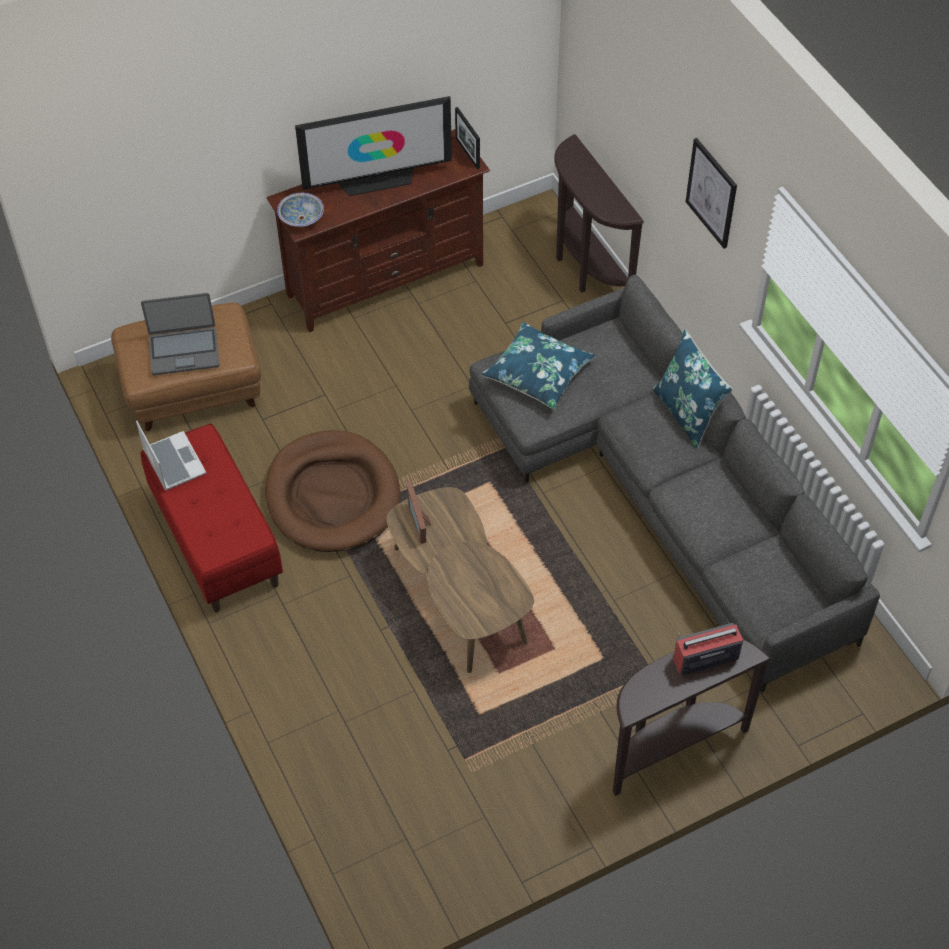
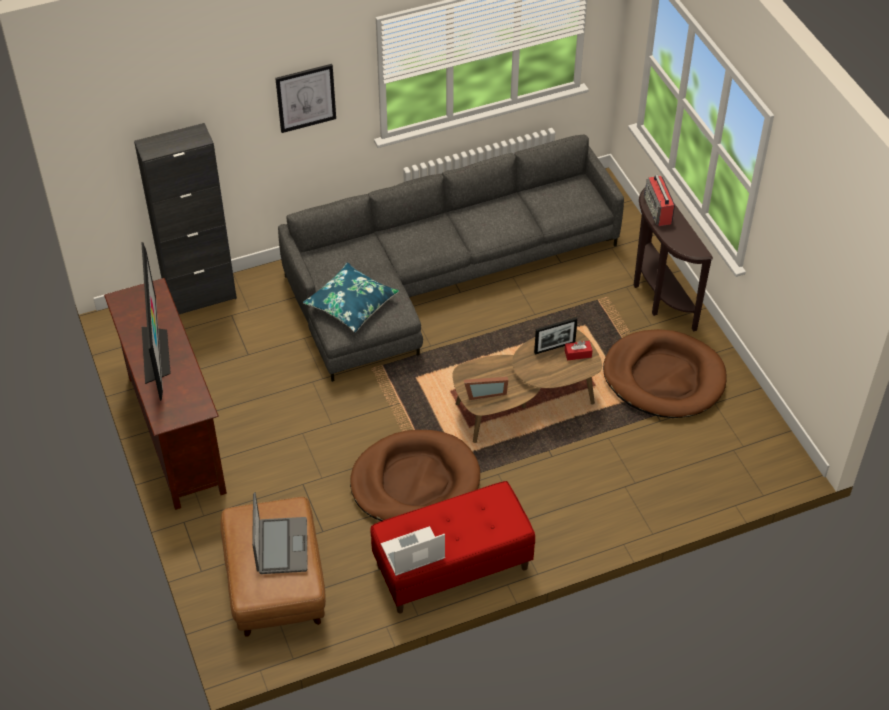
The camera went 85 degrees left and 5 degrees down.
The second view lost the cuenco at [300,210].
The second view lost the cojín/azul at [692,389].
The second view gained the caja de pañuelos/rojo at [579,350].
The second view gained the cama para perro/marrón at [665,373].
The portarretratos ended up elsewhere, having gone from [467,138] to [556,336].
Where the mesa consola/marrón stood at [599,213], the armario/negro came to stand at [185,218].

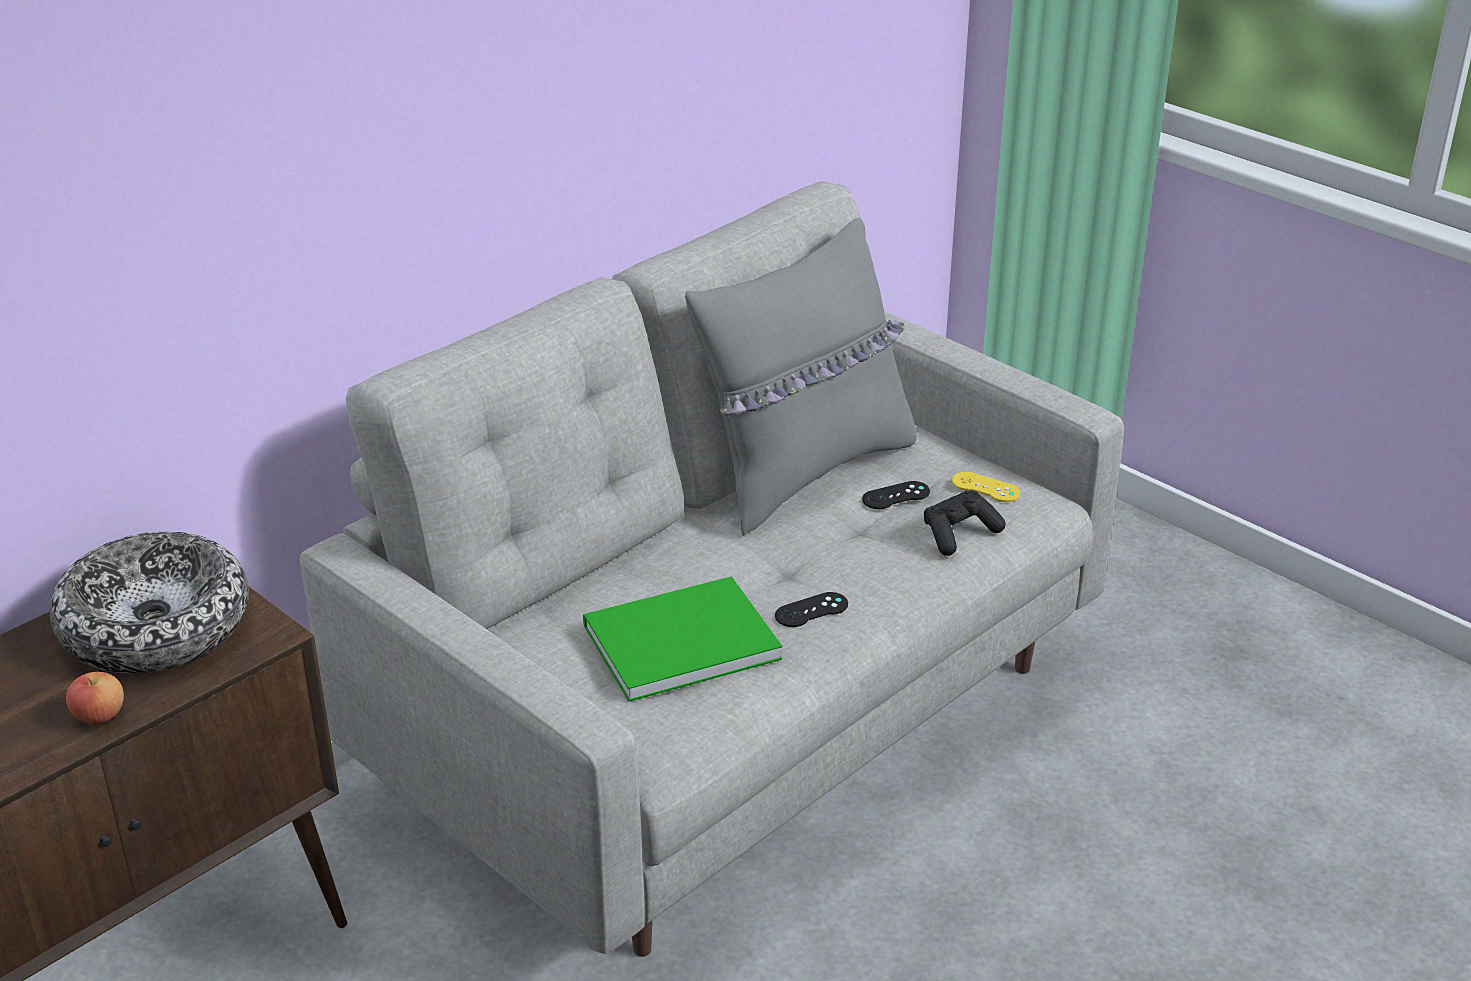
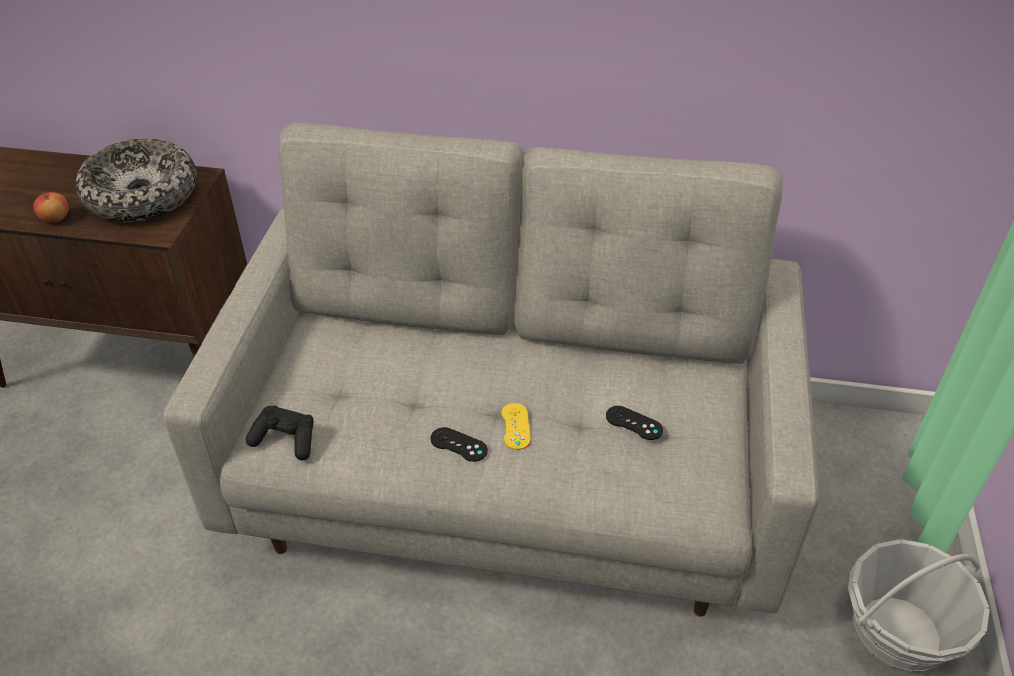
The camera went 55 degrees right and 10 degrees up.
The second view lost the libro/verde at [682,639].
The second view lost the cojín/gris at [801,376].
The second view gained the cesta at [919,605].
The mando de consola/negro ended up elsewhere, having gone from [965,523] to [280,433].
The mando de consola/amarillo ended up elsewhere, having gone from [986,487] to [516,426].

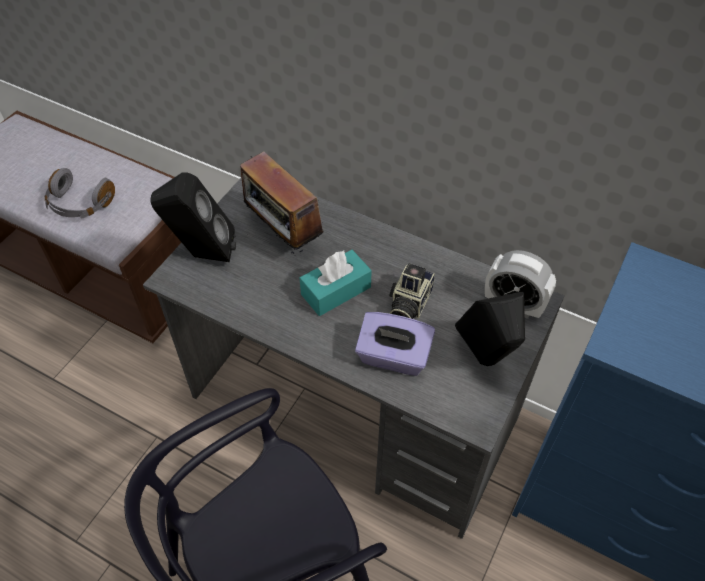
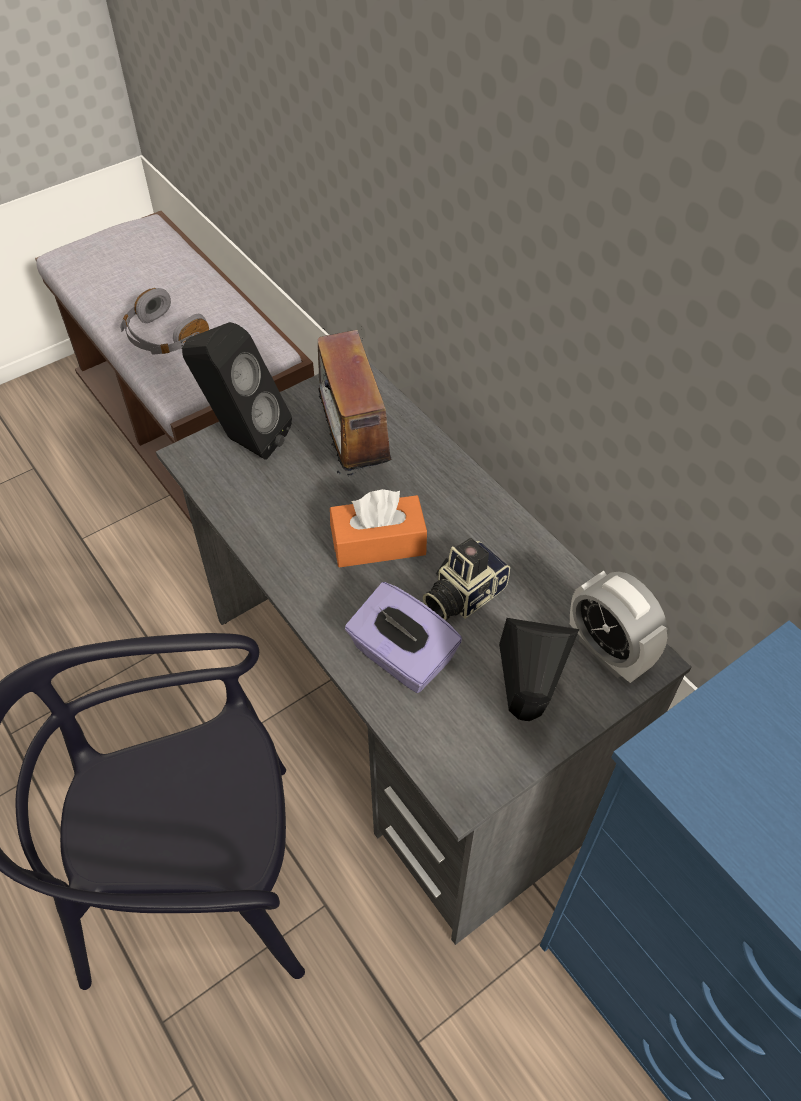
The camera went 25 degrees right and 0 degrees up.
What was the caja de pañuelos/turquesa at [336,283] turned into the caja de pañuelos/naranja at [378,528].

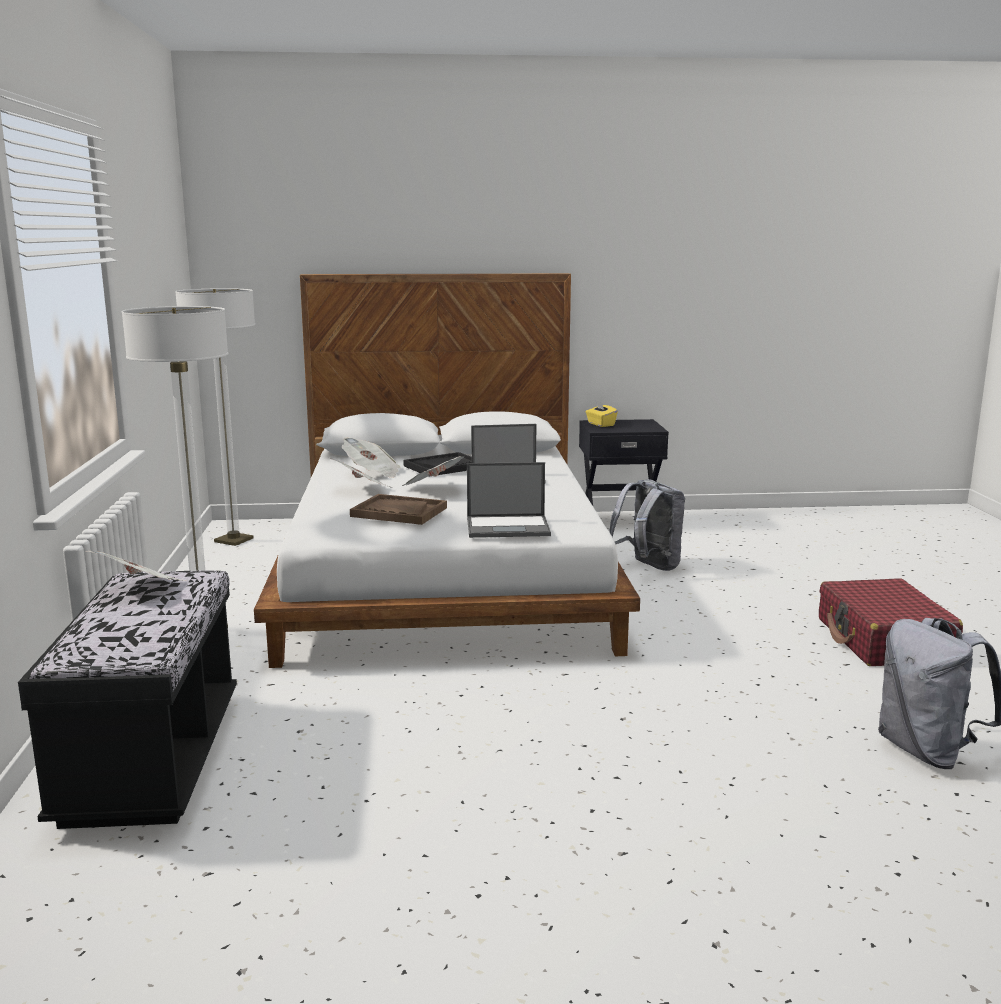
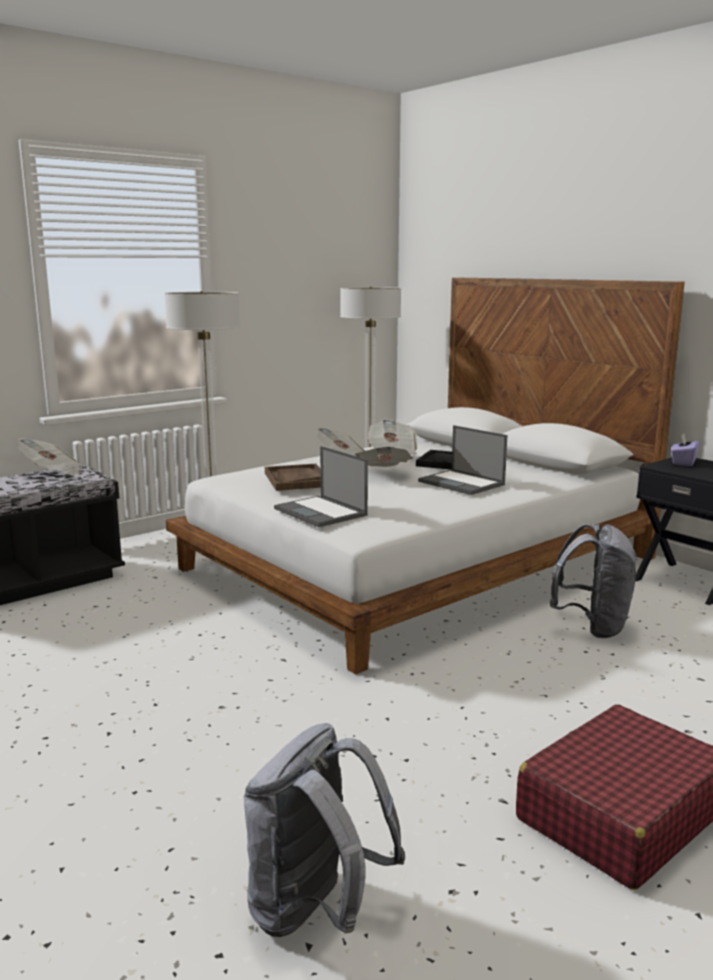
The camera went 55 degrees right and 0 degrees up.
What was the caja de pañuelos/amarillo at [602,414] turned into the caja de pañuelos/morado at [685,450].

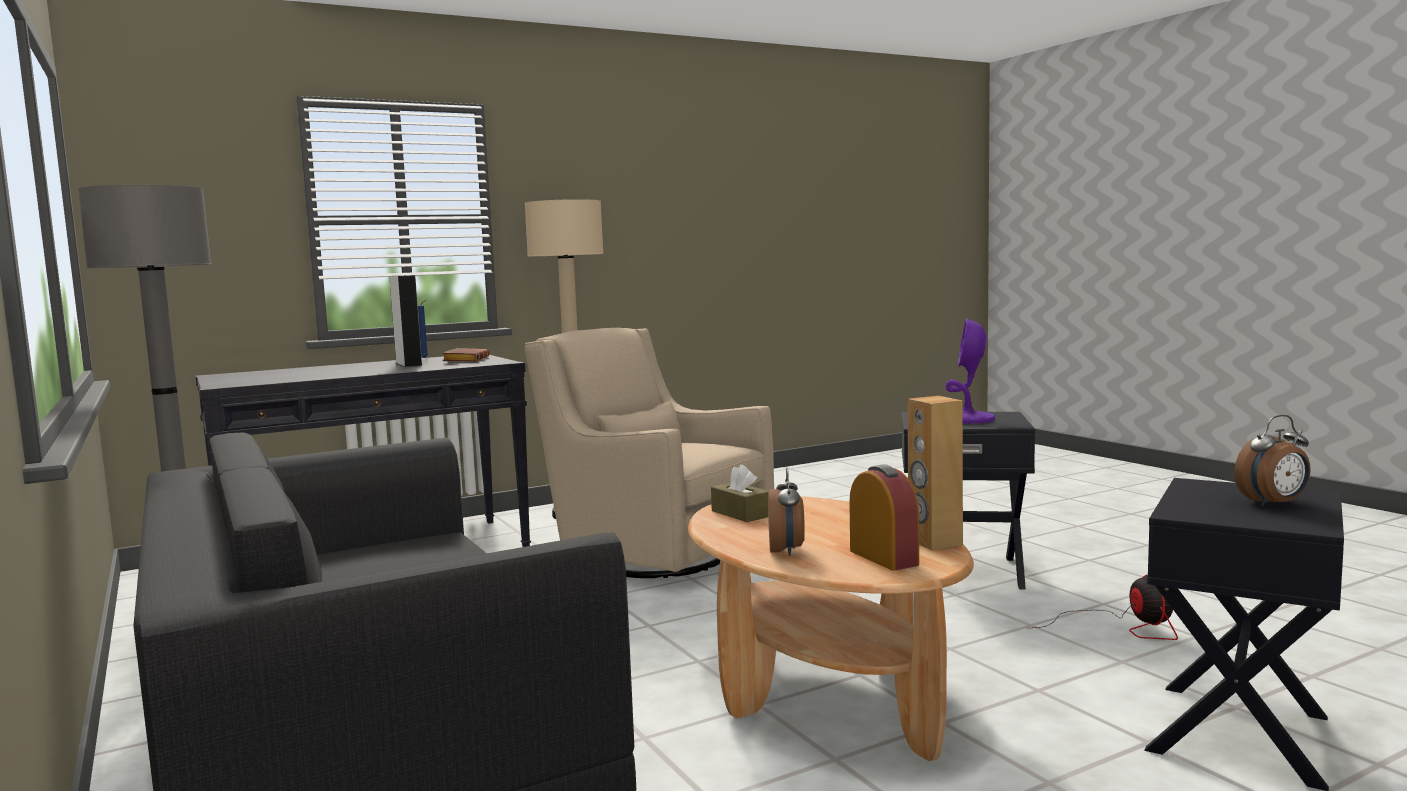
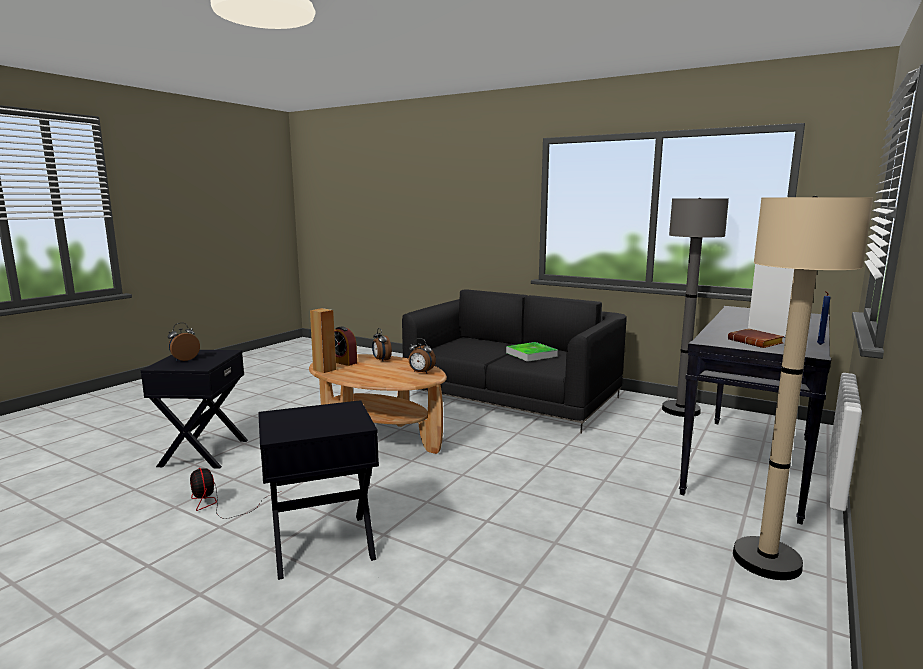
The camera went 150 degrees right and 5 degrees up.
The second view lost the sillón/beis at [649,453].
The second view lost the lámpara de mesa/morado at [970,371].
The second view gained the bandeja at [532,352].
Where the caja de pañuelos/marrón stood at [739,493], the despertador came to stand at [422,355].

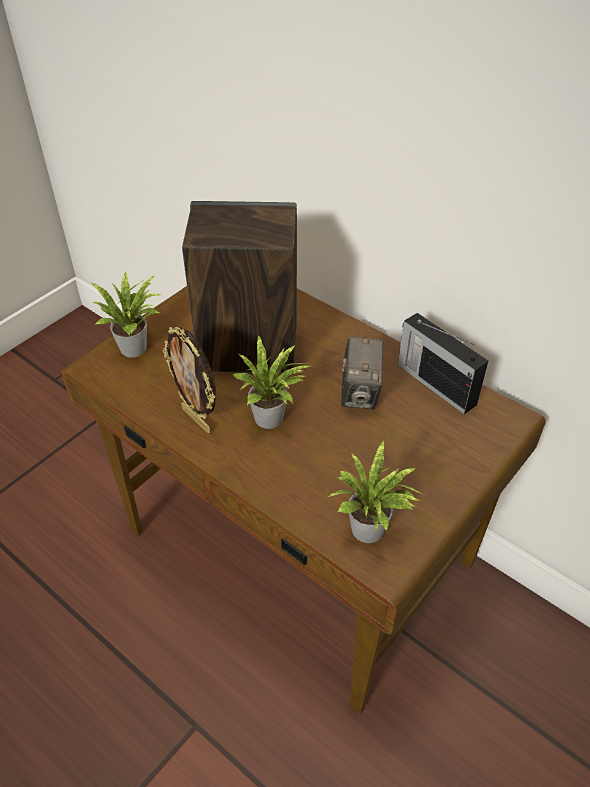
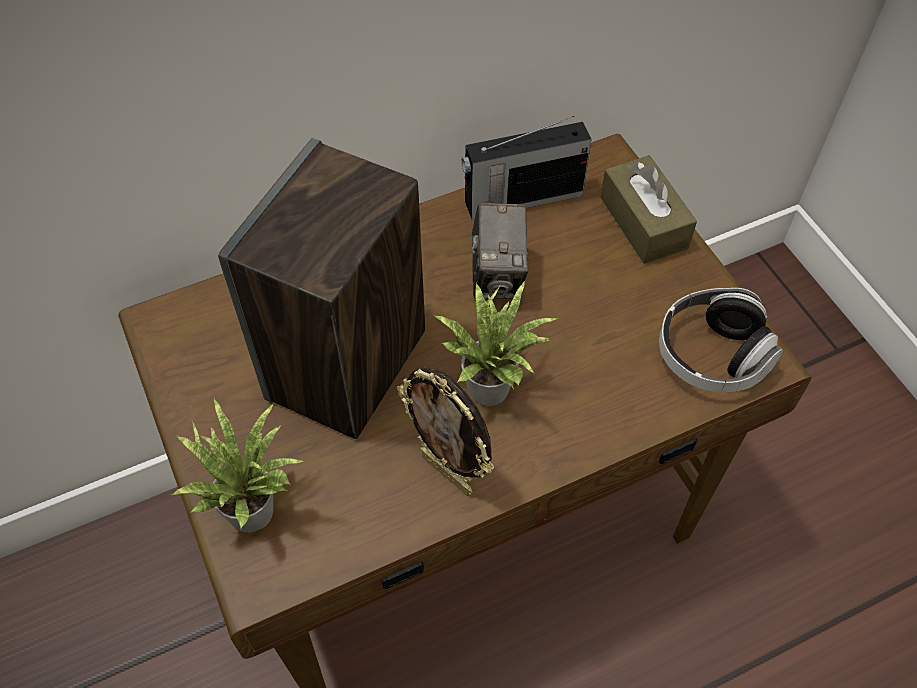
The camera went 65 degrees left and 10 degrees up.
The second view gained the caja de pañuelos/marrón at [648,209].
Where the planta en maceta stood at [376,492], the auriculares came to stand at [721,340].
The portarretratos at [189,380] ended up facing another way, 60 degrees clockwise from before.
The cámara at [362,372] ended up facing another way, 60 degrees clockwise from before.

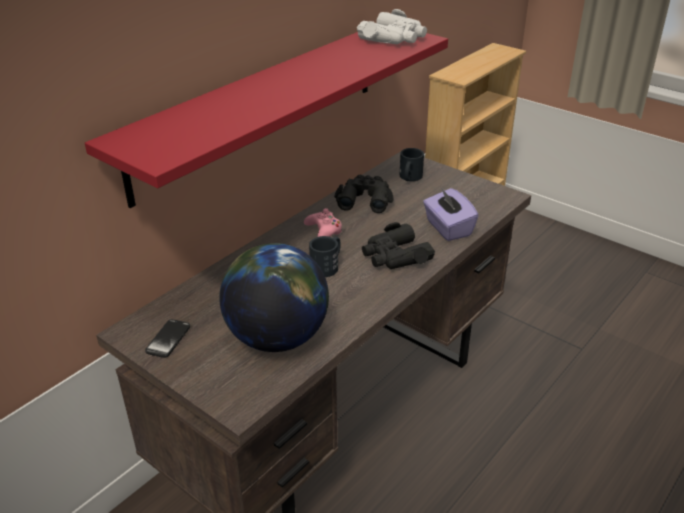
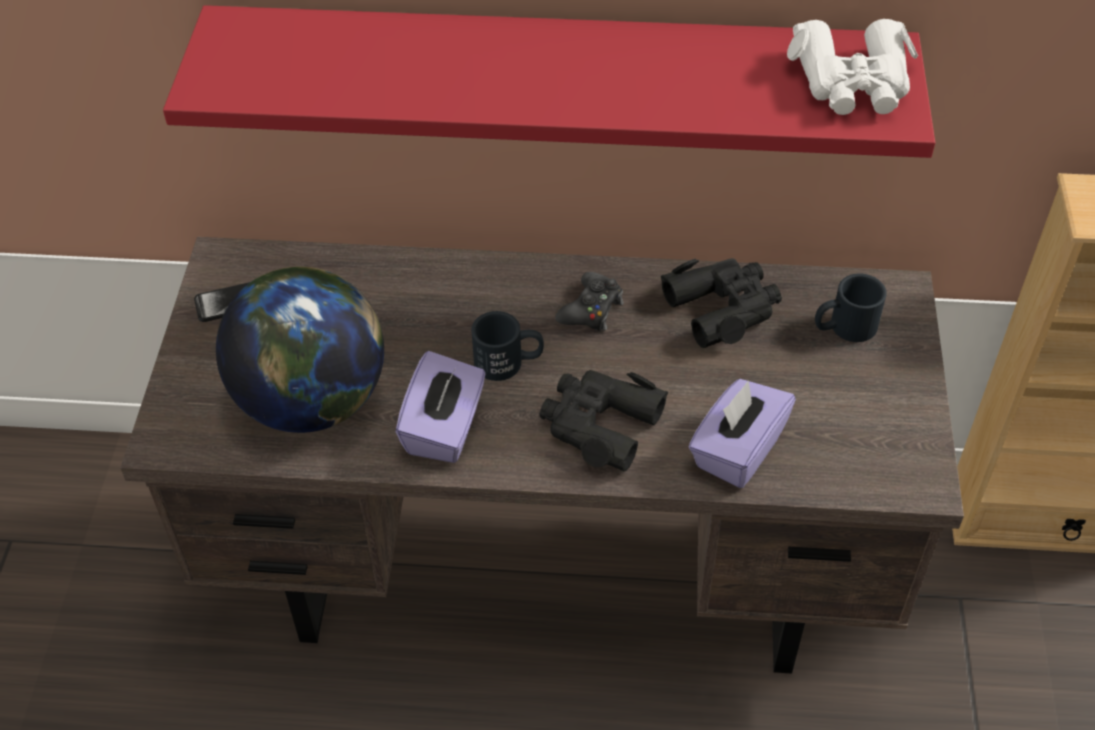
The camera went 55 degrees right and 15 degrees up.
The second view gained the caja de pañuelos/morado at [440,407].
What was the mando de consola/rosa at [323,222] turned into the mando de consola/negro at [589,301].

